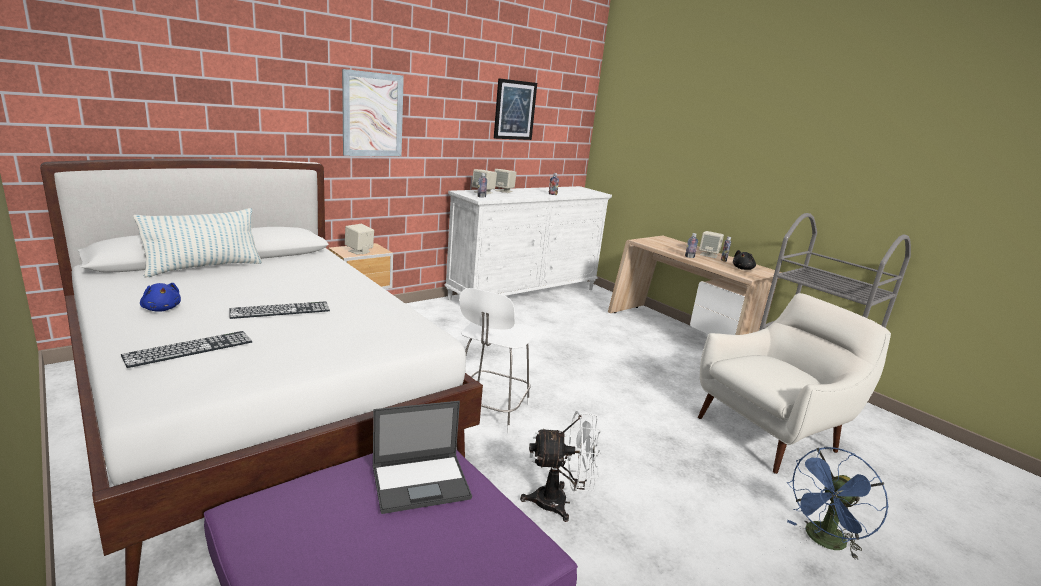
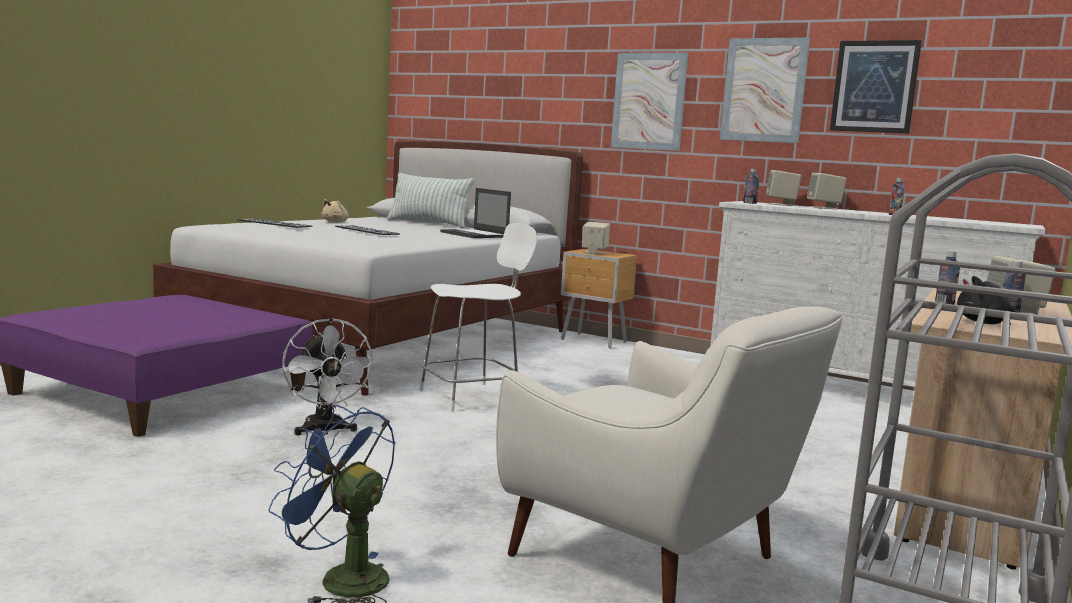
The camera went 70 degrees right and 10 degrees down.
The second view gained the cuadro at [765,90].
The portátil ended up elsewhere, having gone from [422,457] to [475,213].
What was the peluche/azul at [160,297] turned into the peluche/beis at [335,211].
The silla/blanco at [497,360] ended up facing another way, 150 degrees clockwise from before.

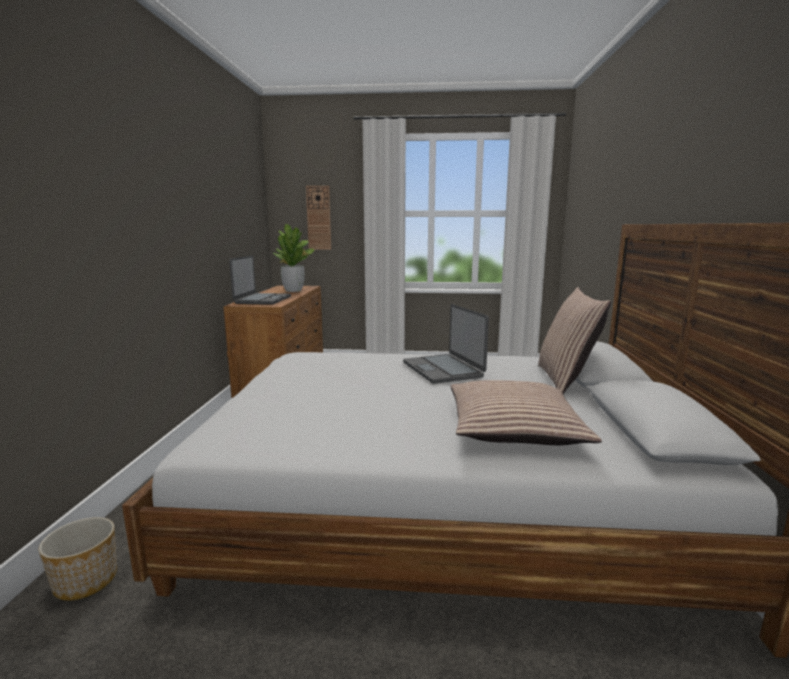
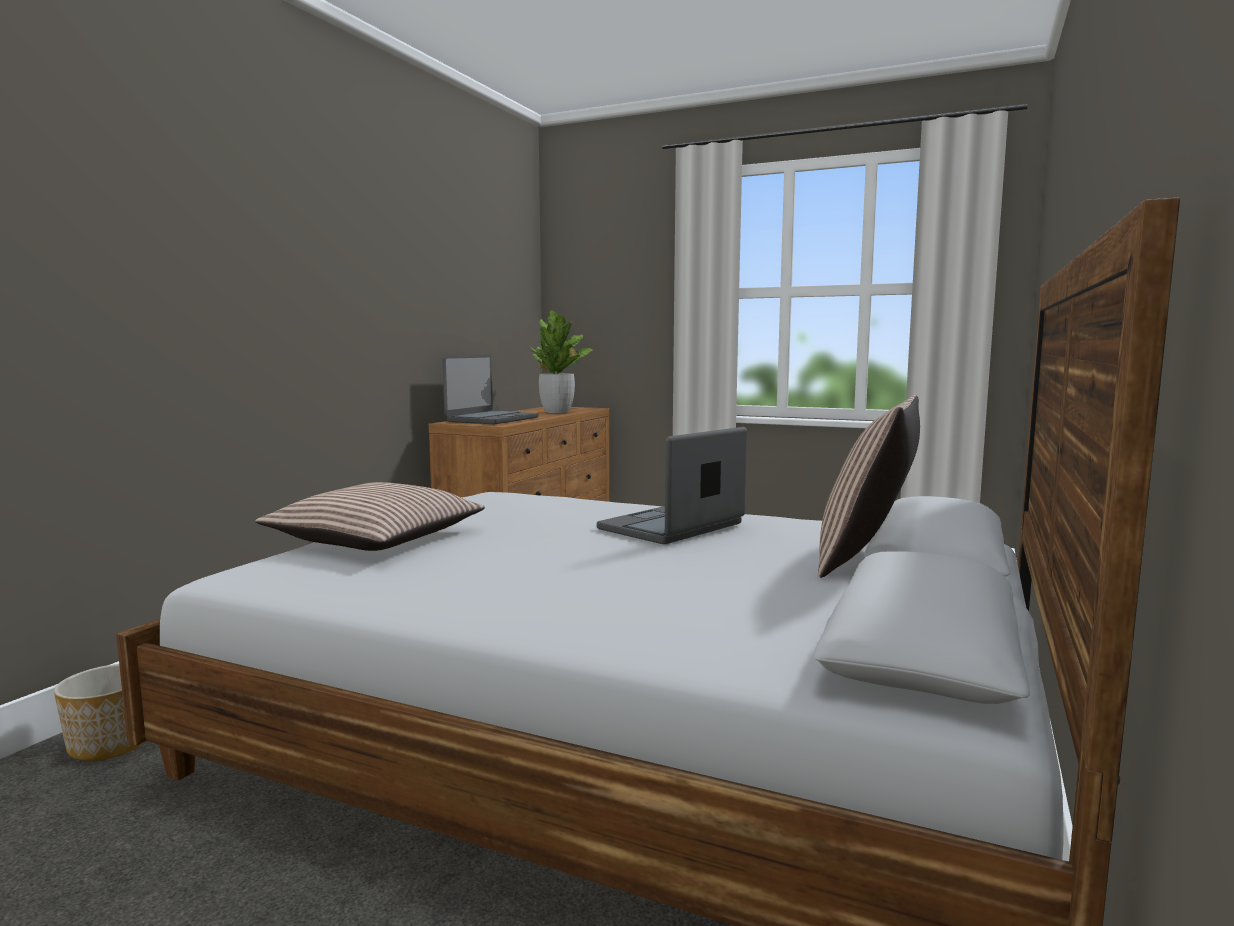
The camera went 20 degrees right and 5 degrees down.
The second view lost the reloj de pared at [318,218].
The cojín ended up elsewhere, having gone from [526,412] to [370,516].
The portátil at [446,344] ended up facing another way, 45 degrees clockwise from before.

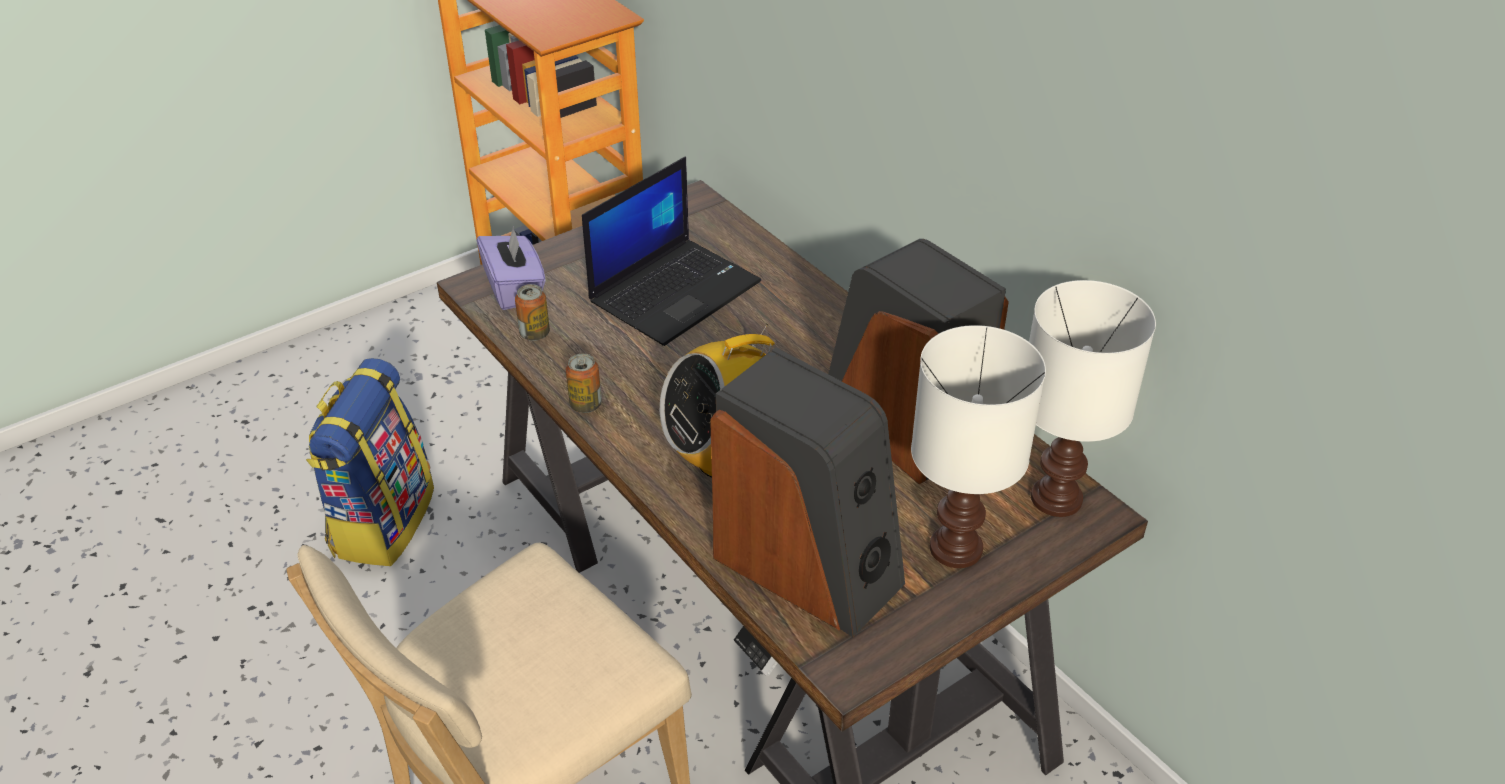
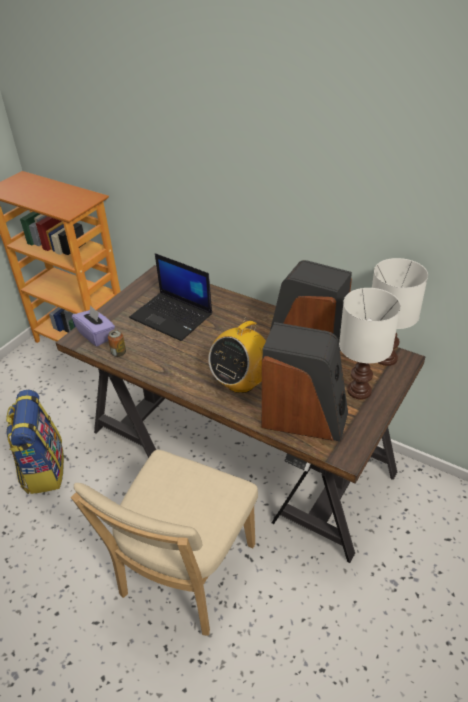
The camera went 20 degrees left and 0 degrees up.
The second view lost the lata at [584,383].
The portátil at [671,251] ended up facing another way, 105 degrees clockwise from before.

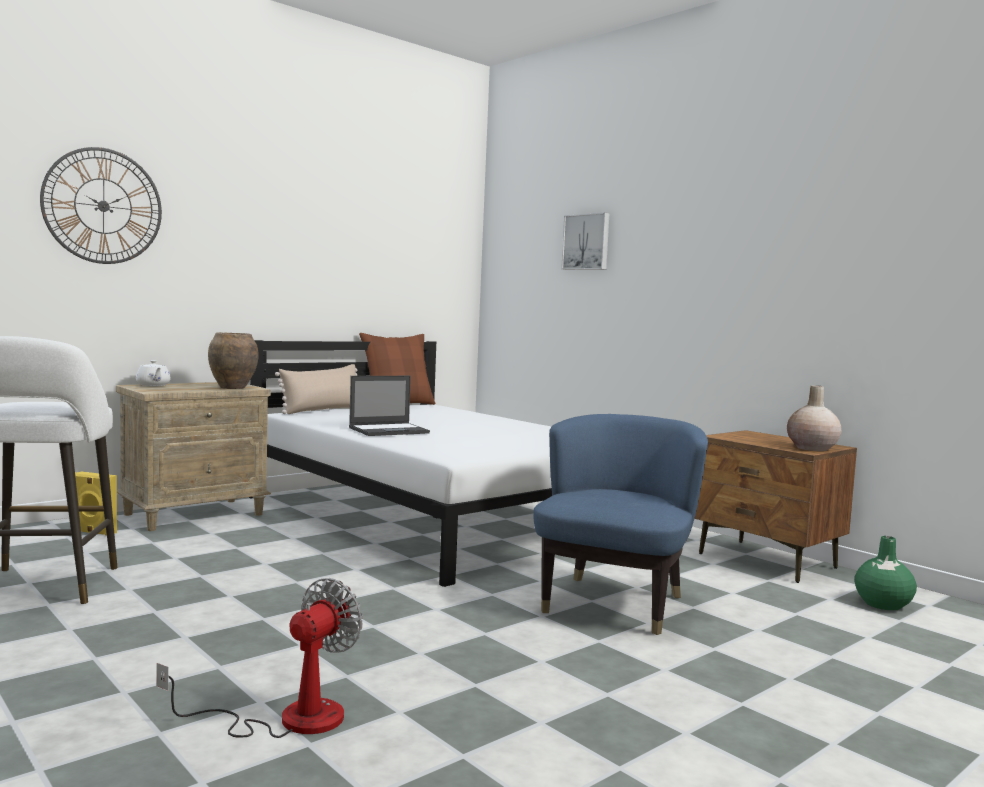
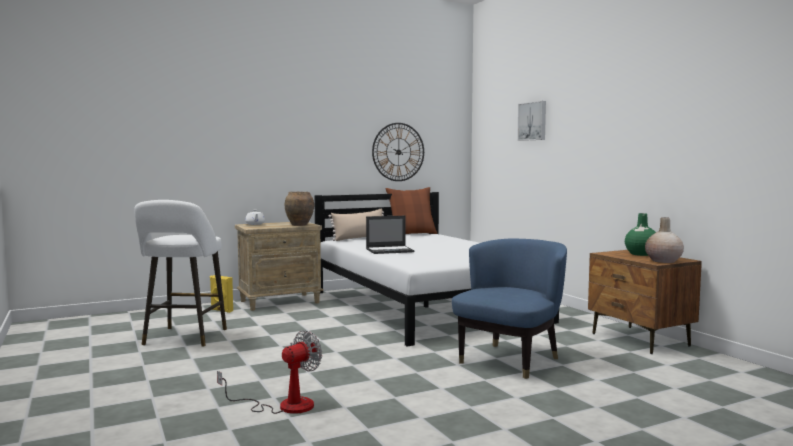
The camera went 15 degrees right and 0 degrees up.
The reloj de pared ended up elsewhere, having gone from [101,205] to [398,152].
The florero/verde ended up elsewhere, having gone from [886,573] to [640,234].

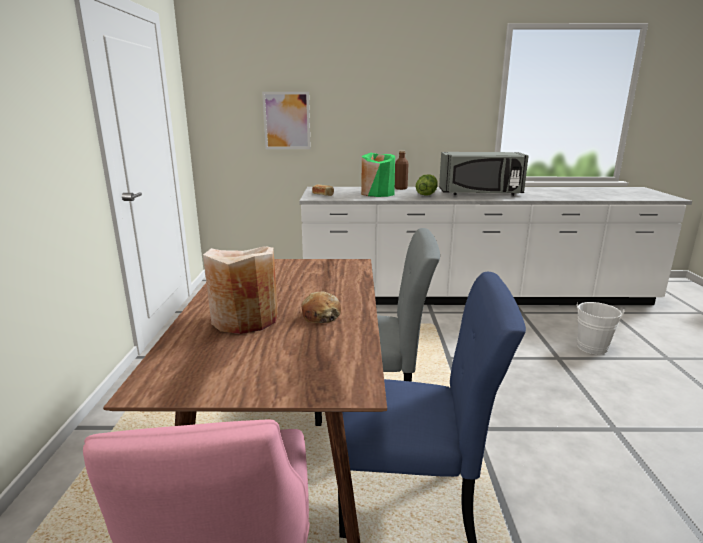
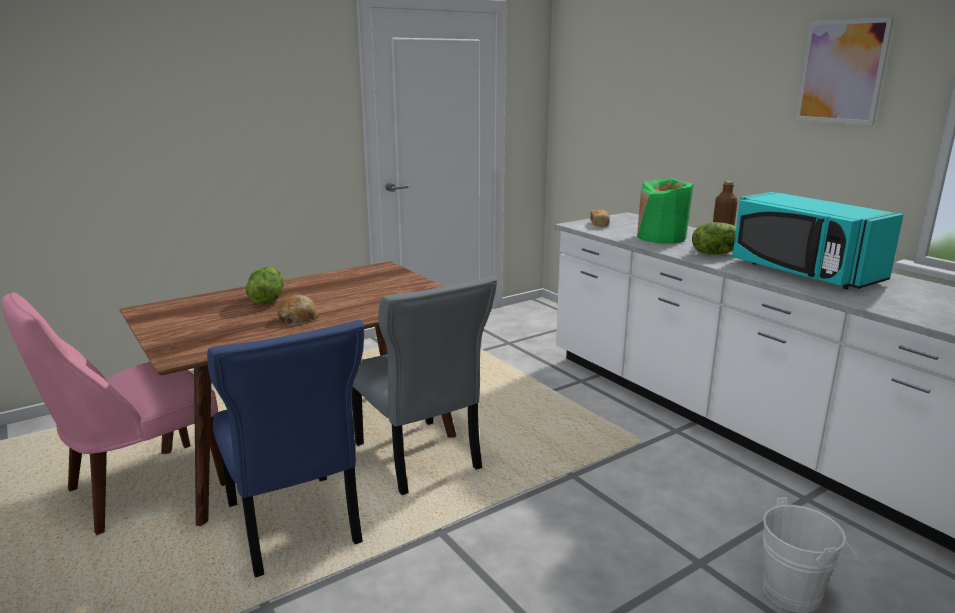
The camera went 55 degrees right and 0 degrees up.
The cuadro ended up elsewhere, having gone from [286,120] to [844,71].
Where the florero/beis stood at [240,290], the lechuga came to stand at [265,285].
What was the microondas/gris at [484,174] turned into the microondas/turquesa at [818,240].

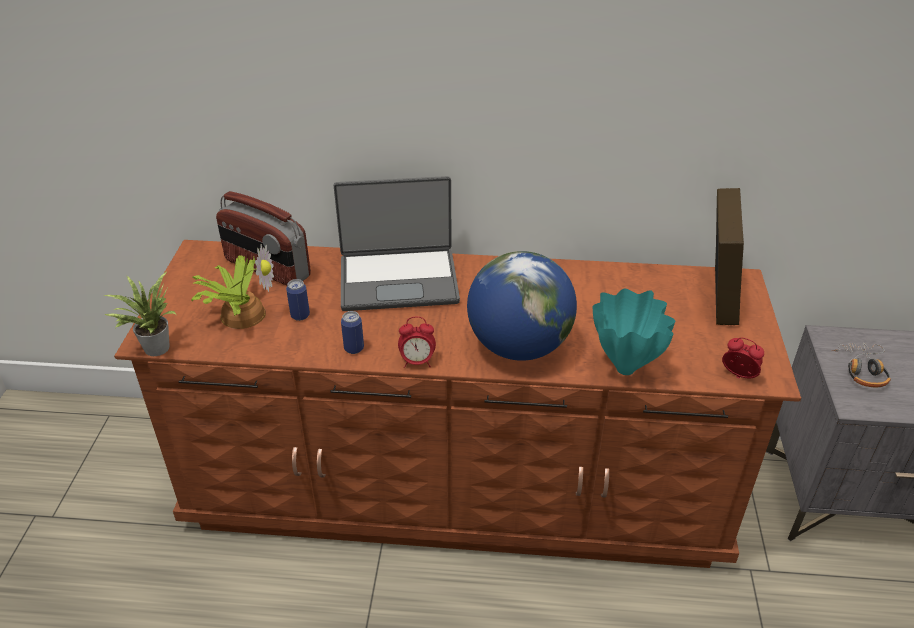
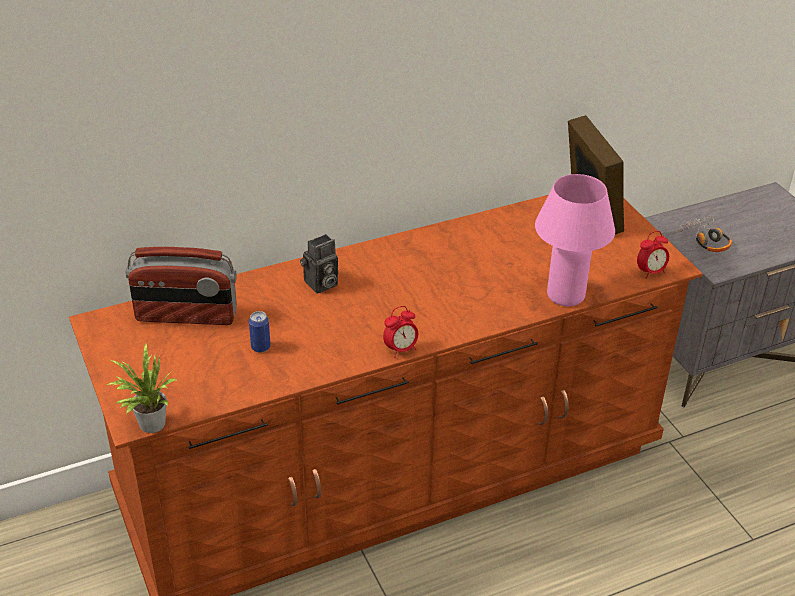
The camera went 30 degrees left and 0 degrees up.
The second view lost the planta en maceta at [233,286].
The second view lost the lata at [352,332].
The second view lost the globo terráqueo at [522,306].
Where the portátil stood at [397,243], the cámara came to stand at [319,264].
Where the florero/turquesa stood at [634,332], the lámpara de mesa/rosa came to stand at [575,240].
The despertador at [743,358] ended up facing another way, 150 degrees clockwise from before.

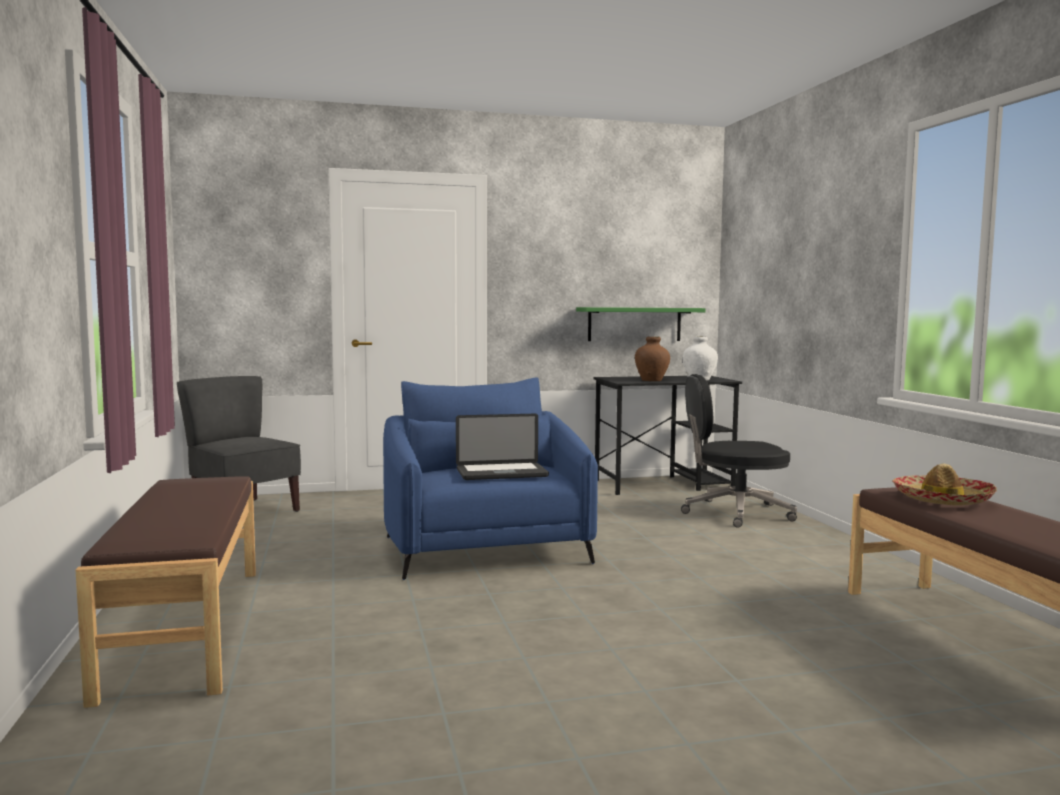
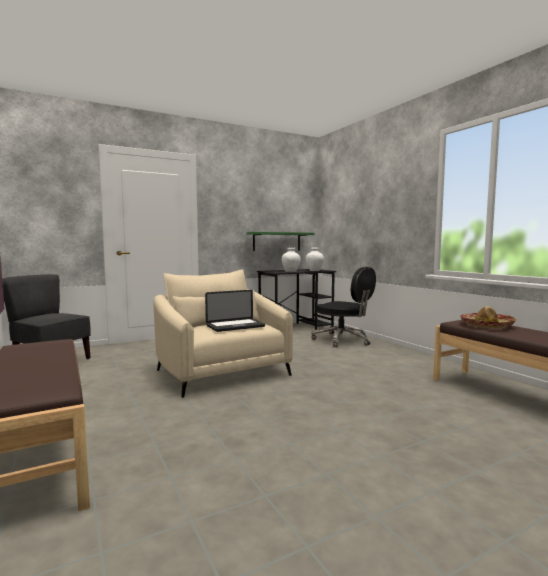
The camera went 15 degrees left and 0 degrees up.
What was the sillón/azul at [490,478] turned into the sillón/beis at [223,334].
What was the florero/marrón at [652,359] turned into the florero/blanco at [291,260].
The silla de oficina/negro at [739,451] ended up facing another way, 120 degrees counterclockwise from before.

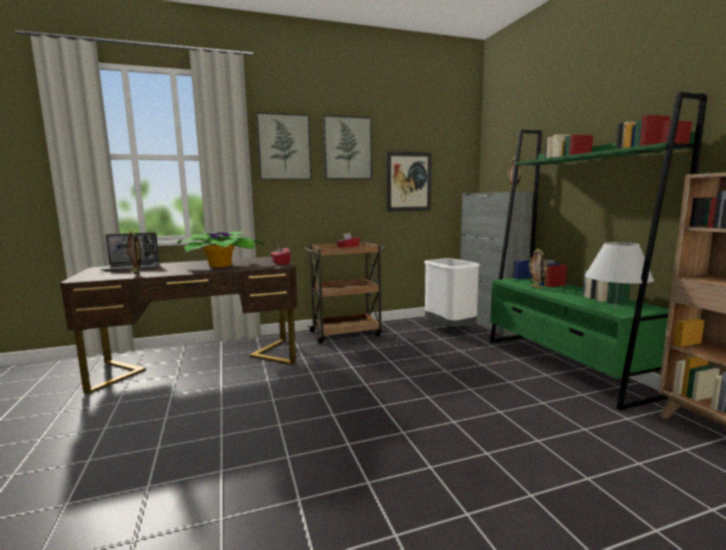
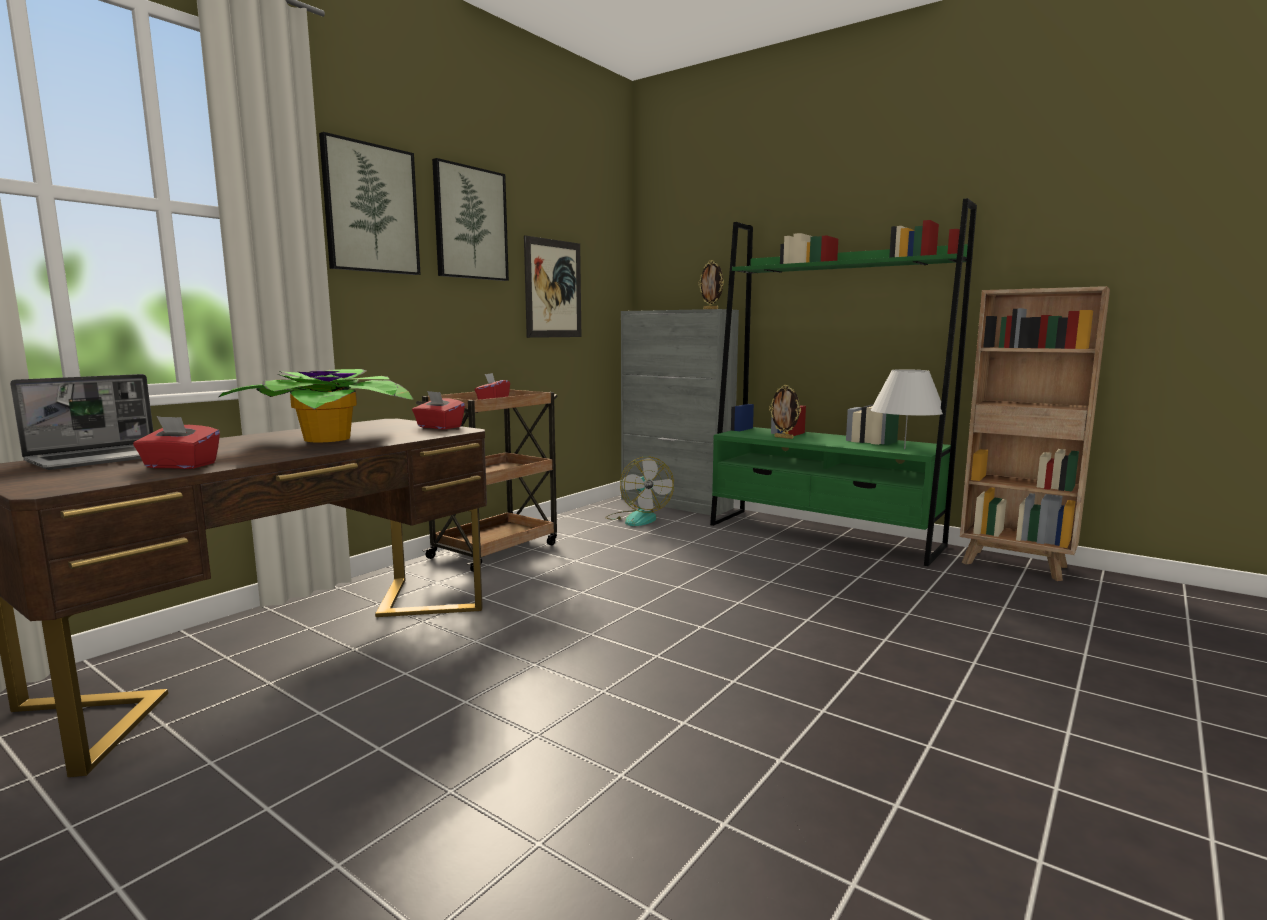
The camera went 35 degrees left and 0 degrees up.
Where the portarretratos stood at [134,252], the caja de pañuelos/rojo came to stand at [176,442].
Where the papelera/blanco stood at [452,292], the ventilador came to stand at [639,491].

